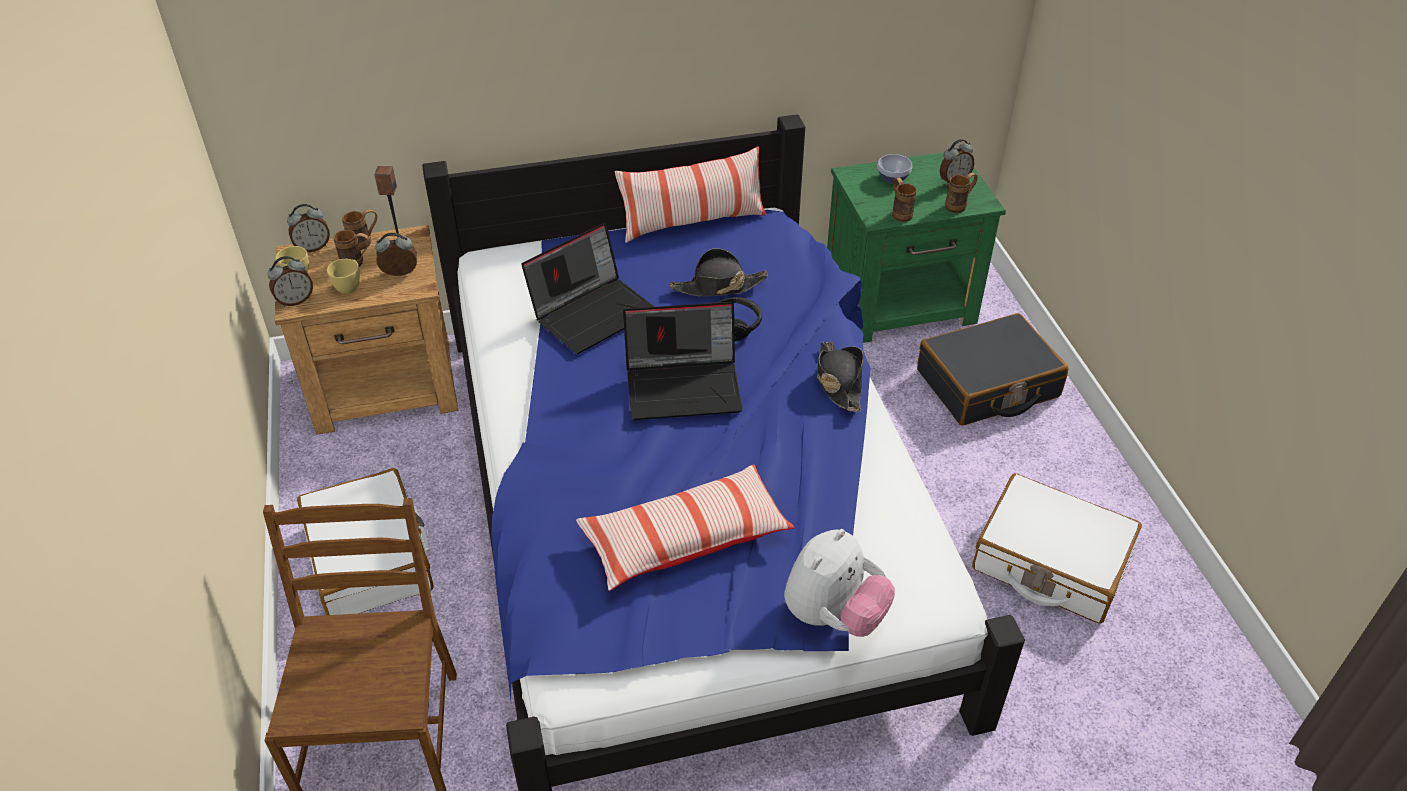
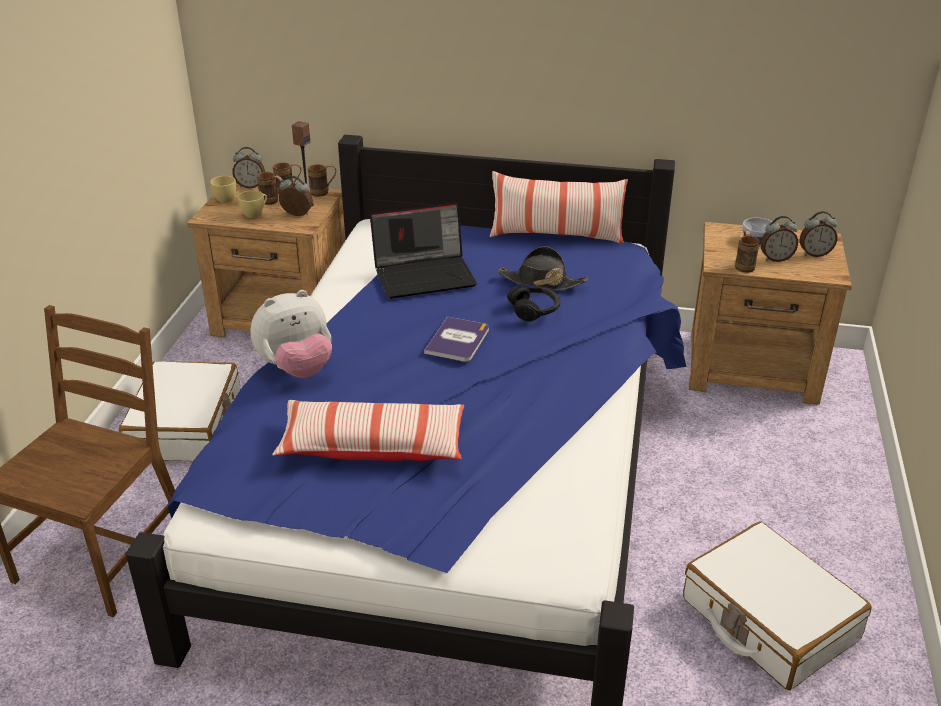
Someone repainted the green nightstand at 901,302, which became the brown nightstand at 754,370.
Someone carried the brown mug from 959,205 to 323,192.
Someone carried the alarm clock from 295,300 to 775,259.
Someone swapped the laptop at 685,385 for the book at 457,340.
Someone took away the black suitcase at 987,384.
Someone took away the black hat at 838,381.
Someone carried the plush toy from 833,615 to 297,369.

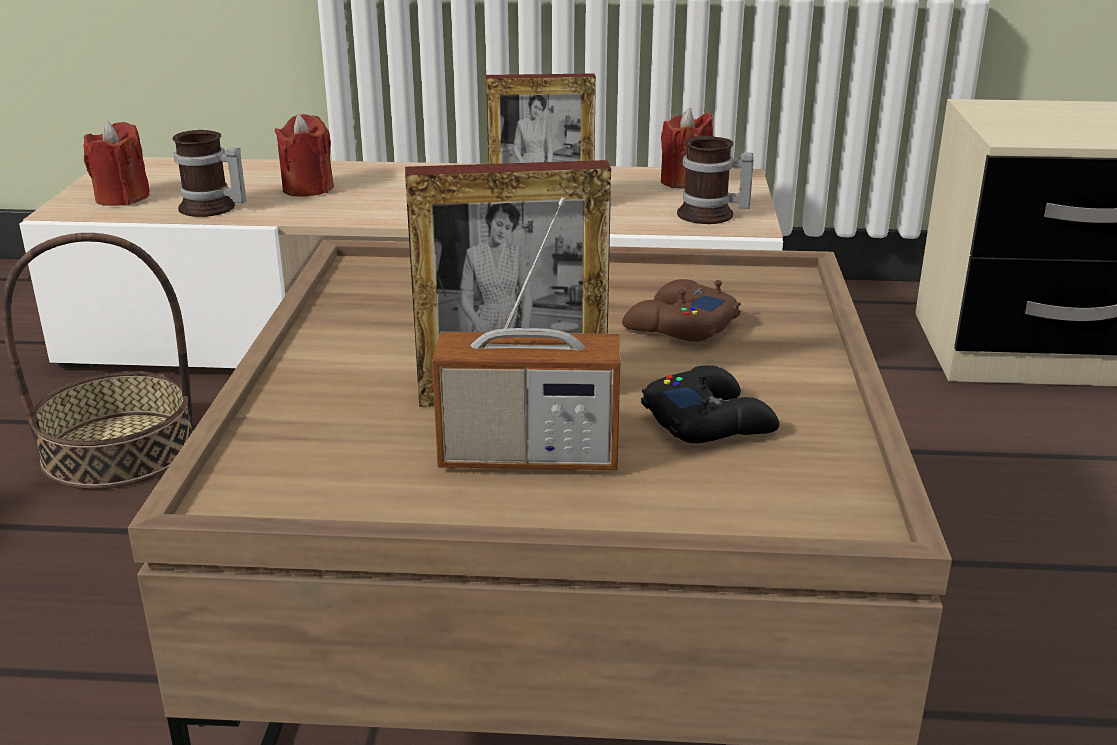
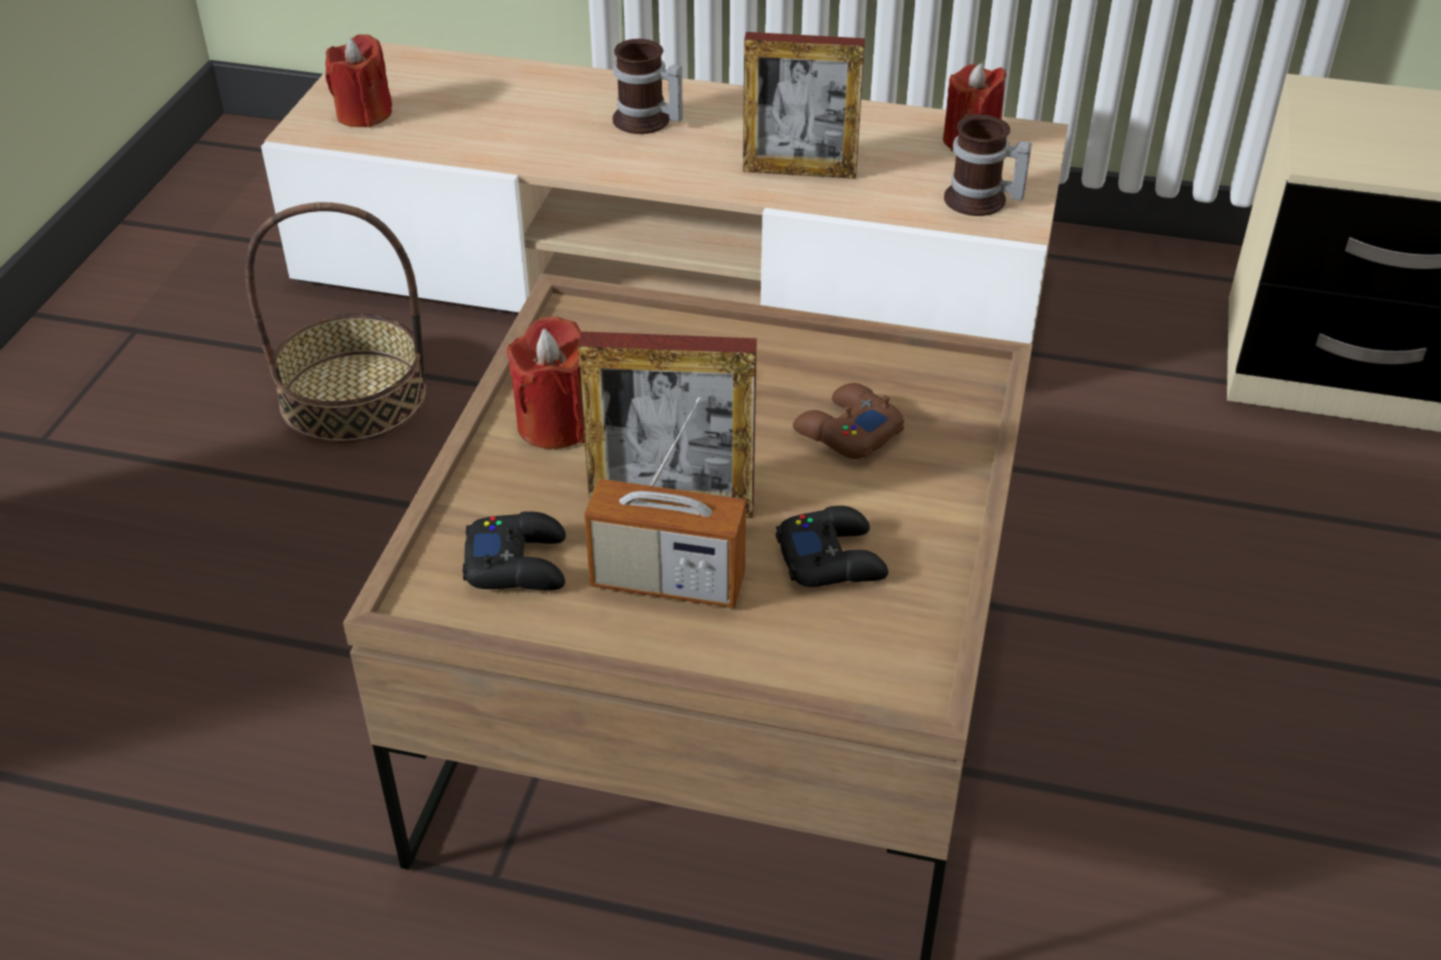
Someone carried the red candle from 308,189 to 556,424.
Someone carried the mug from 211,209 to 645,122.
Someone put down the black game controller at 518,563.

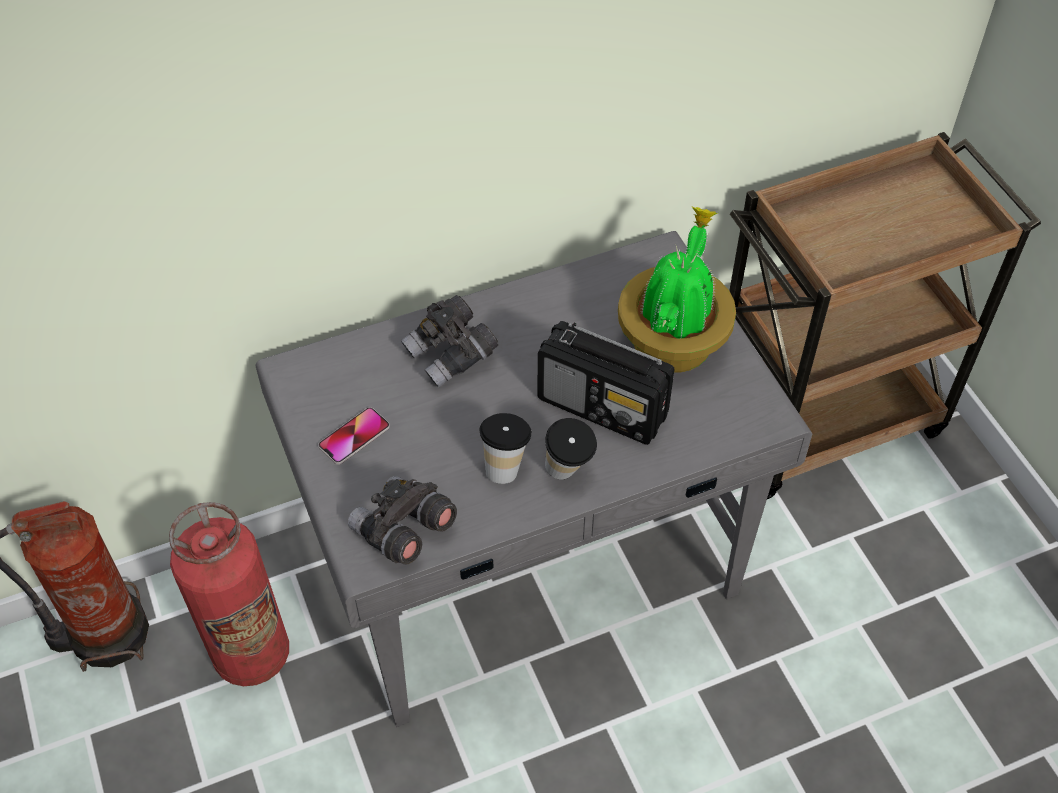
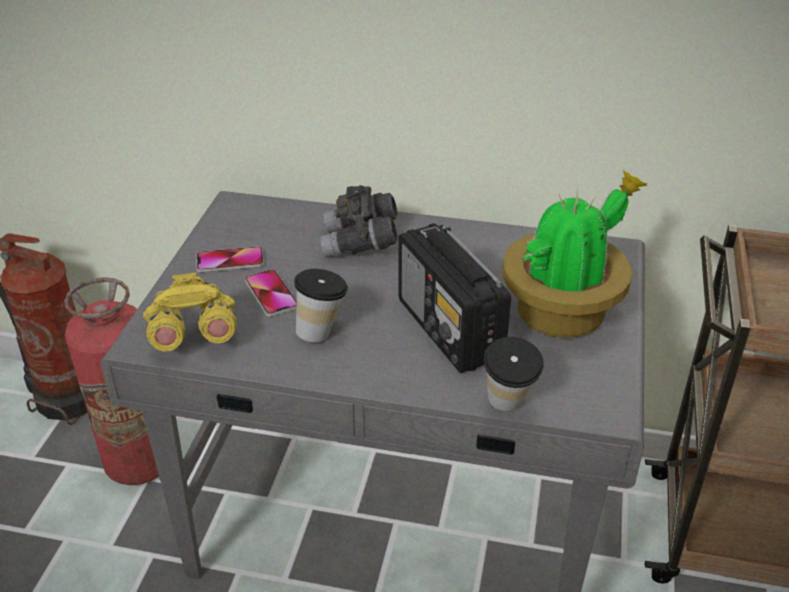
Someone carried the cup from 568,473 to 508,408.
Someone repainted the grey binoculars at 403,531, which became the yellow binoculars at 193,336.
Someone put down the phone at 271,294.

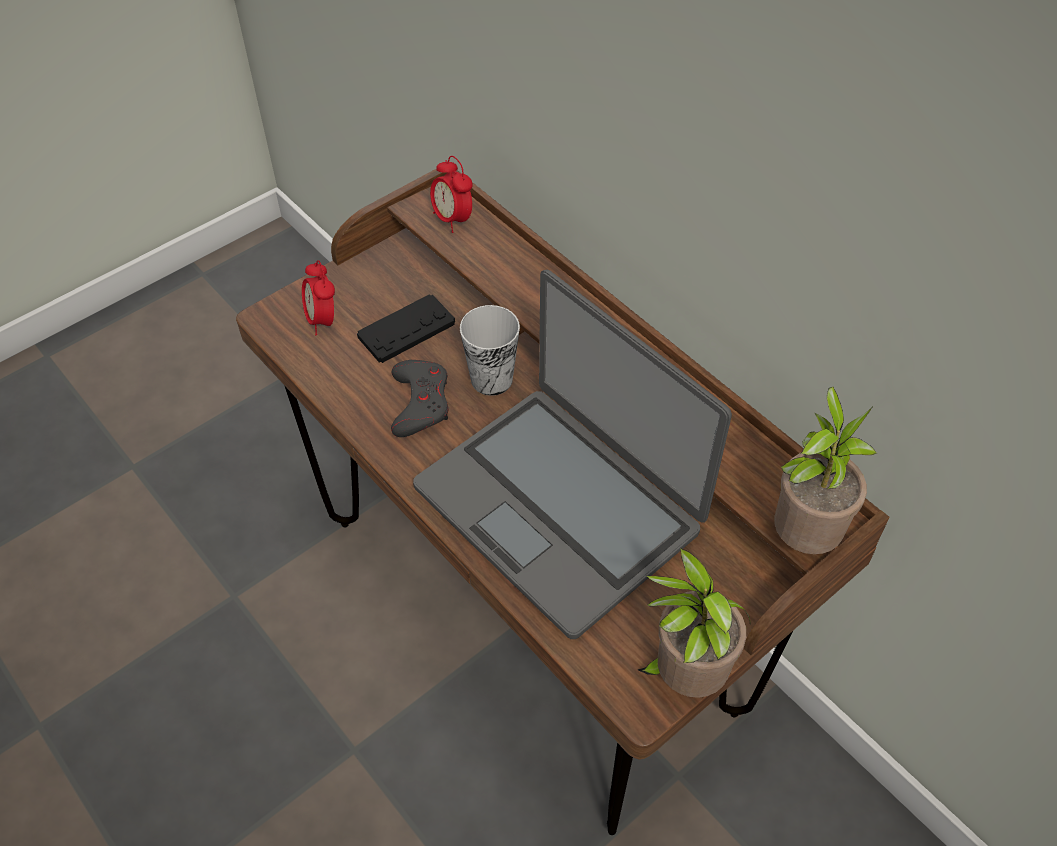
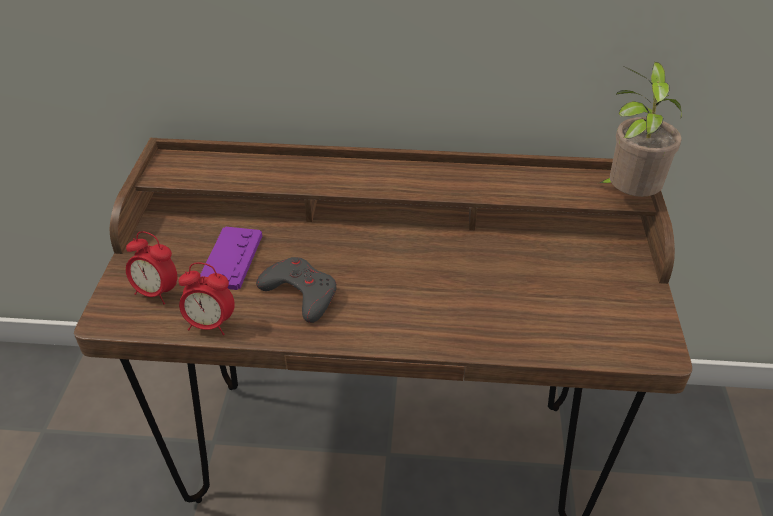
Someone carried the alarm clock from 452,219 to 210,324.
Someone took away the laptop at 559,507.
Someone repainted the black game controller at 406,330, which became the purple game controller at 231,259.
Someone took away the cup at 491,379.
Someone took away the potted plant at 684,676.

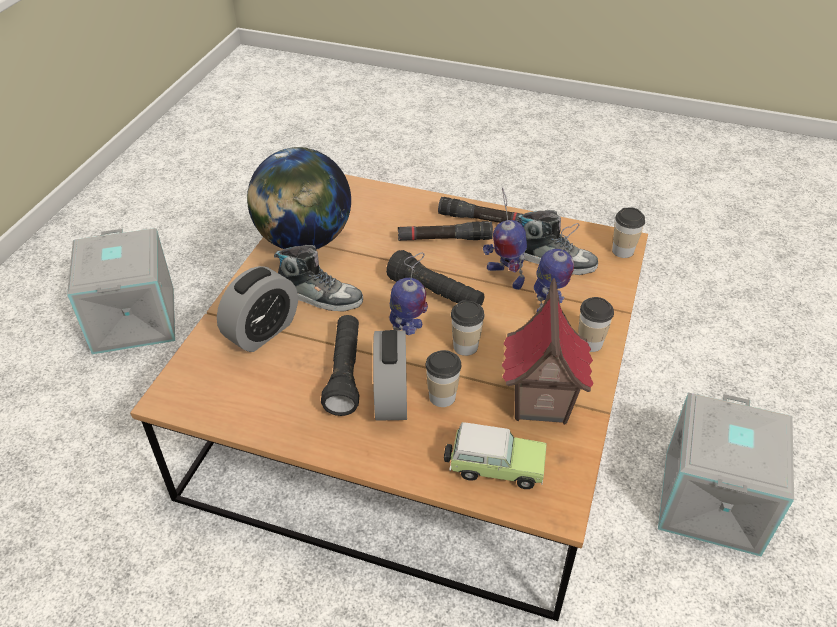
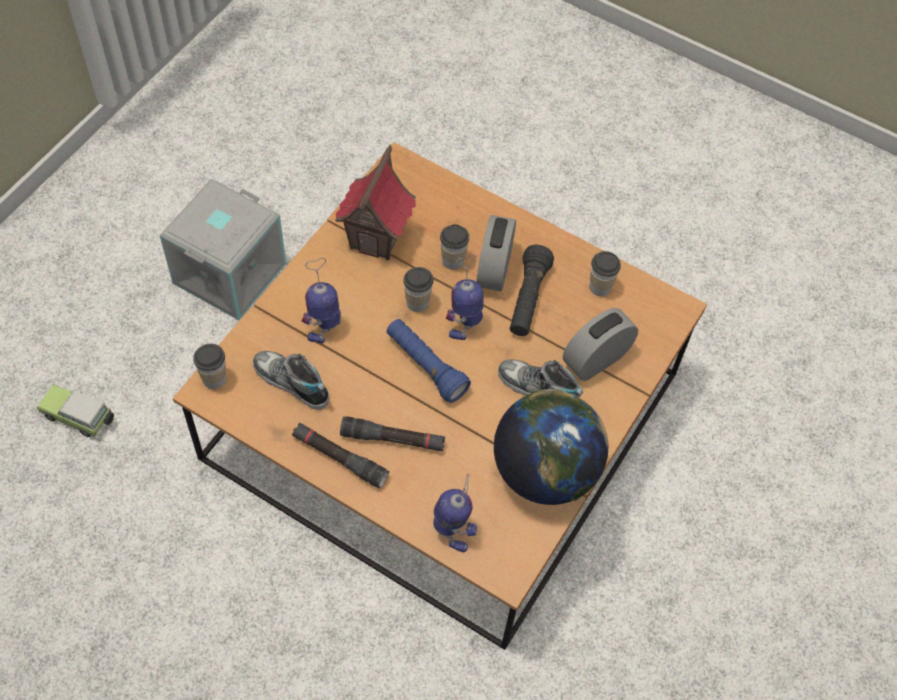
Someone carried the toy robot from 505,276 to 451,532.
Someone took away the grey storage box at 136,320.
Someone repainted the black flashlight at 435,294, which became the blue flashlight at 425,366.
Someone carried the cup from 590,343 to 600,287.
Someone carried the toy car from 493,467 to 80,418.

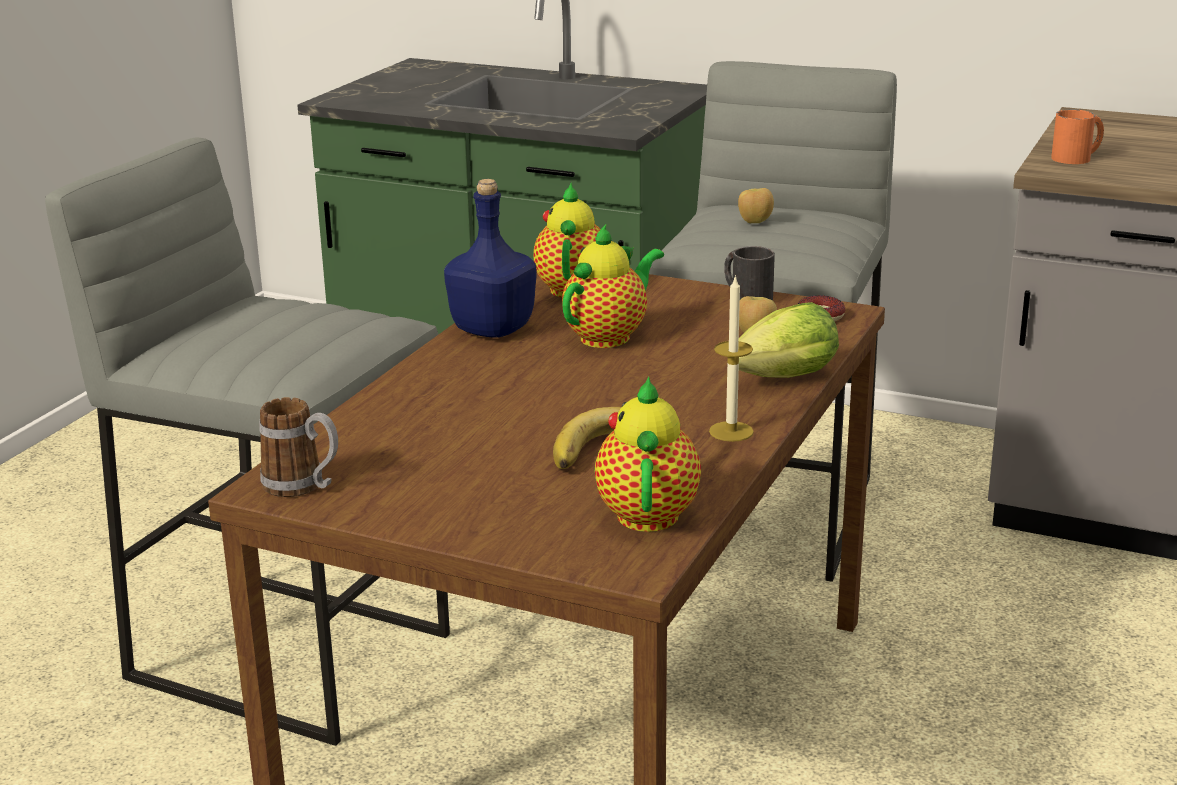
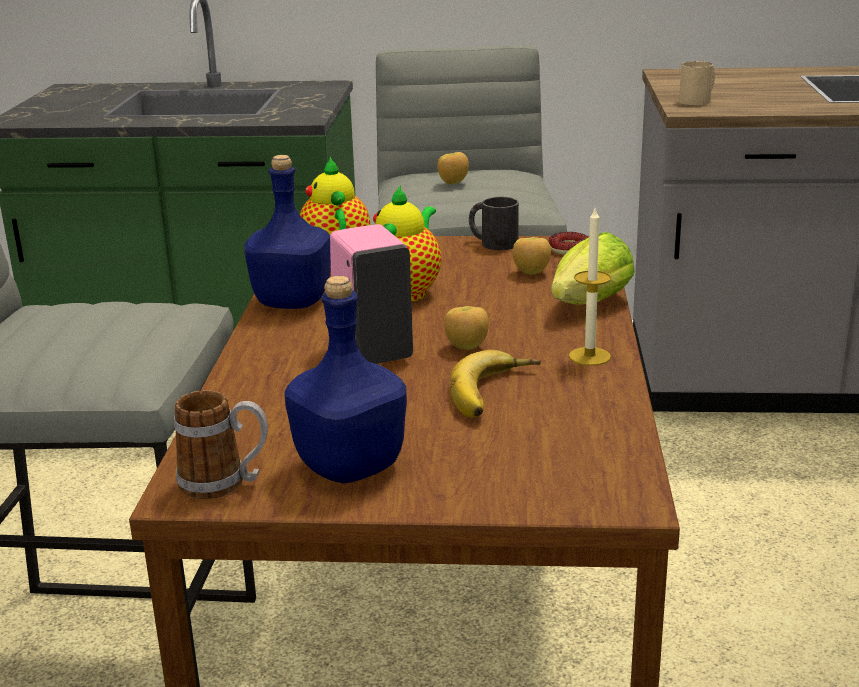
Someone repainted the orange mug at 1077,157, which became the beige mug at 698,100.
Someone took away the teapot at 648,511.
Someone put down the pink soap dispenser at 373,351.
Someone put down the blue bottle at 351,465.
Someone put down the apple at 466,347.

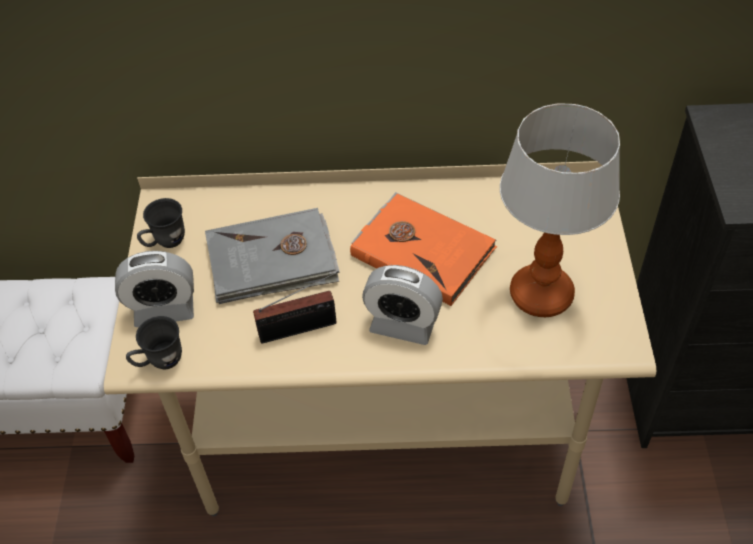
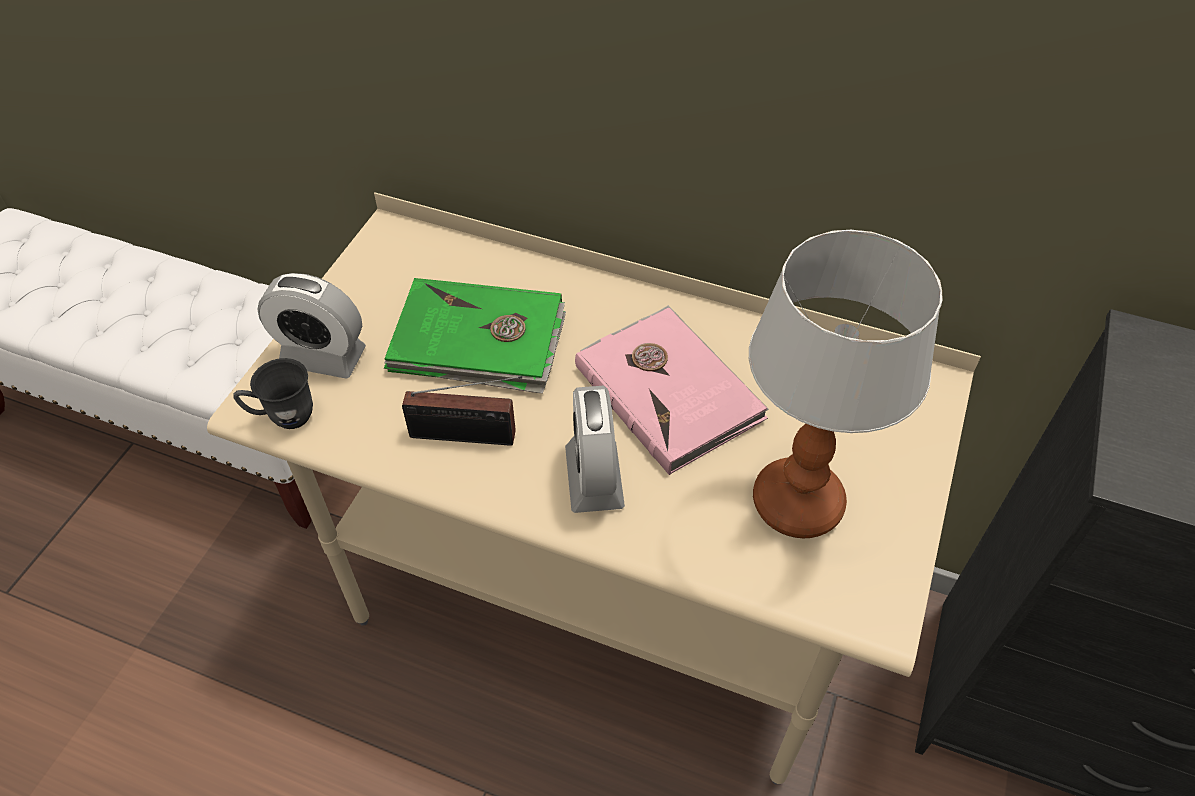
Someone repainted the orange book at 423,250, which became the pink book at 669,390.
Someone took away the grey mug at 165,242.
Someone repainted the grey book at 272,261, which became the green book at 478,341.
Someone rotated the alarm clock at 402,325 by 45 degrees clockwise.

